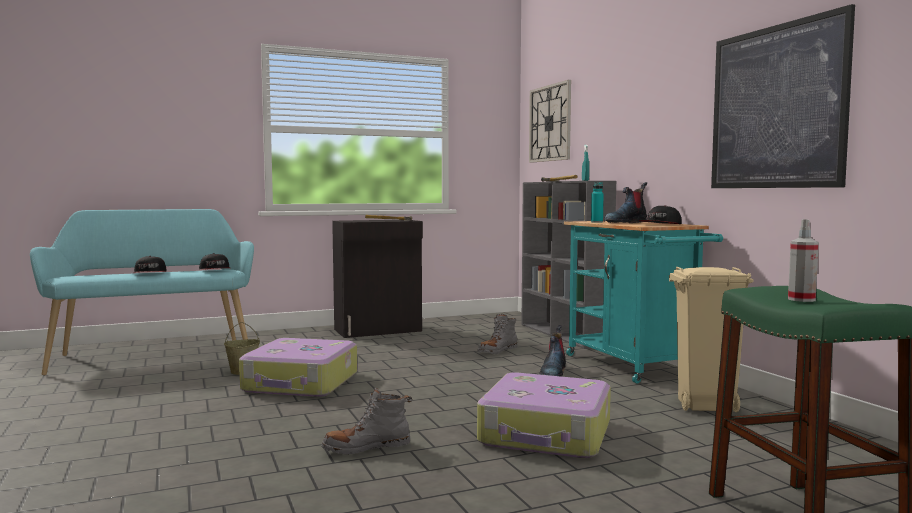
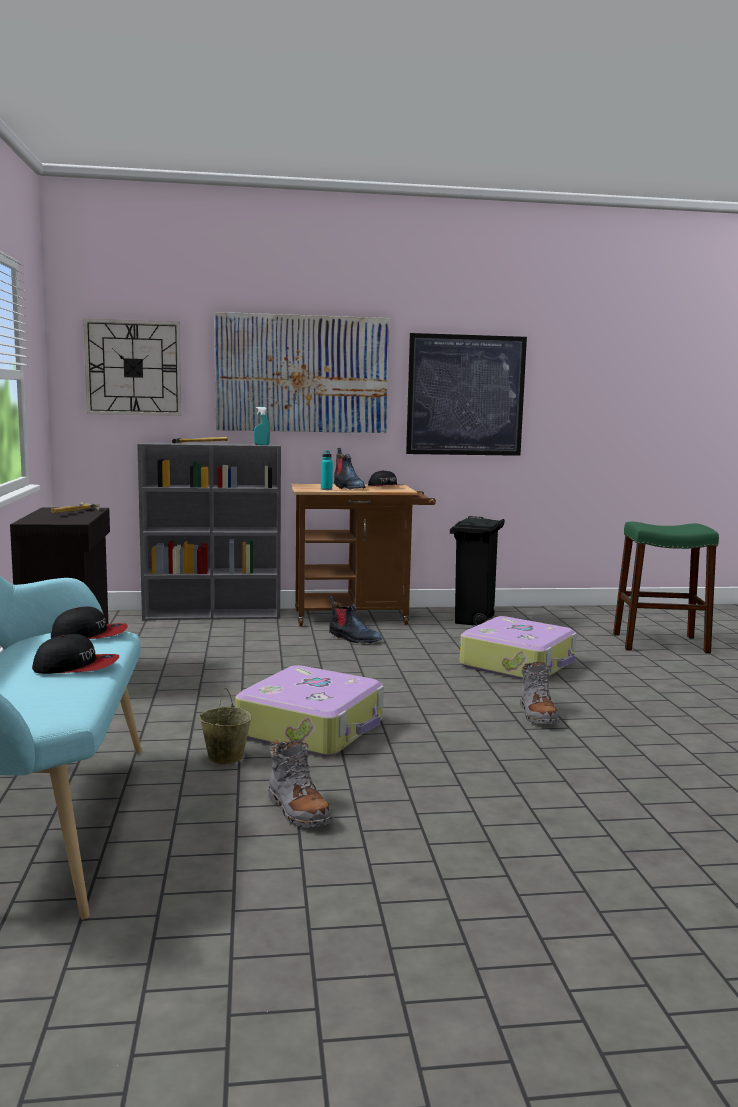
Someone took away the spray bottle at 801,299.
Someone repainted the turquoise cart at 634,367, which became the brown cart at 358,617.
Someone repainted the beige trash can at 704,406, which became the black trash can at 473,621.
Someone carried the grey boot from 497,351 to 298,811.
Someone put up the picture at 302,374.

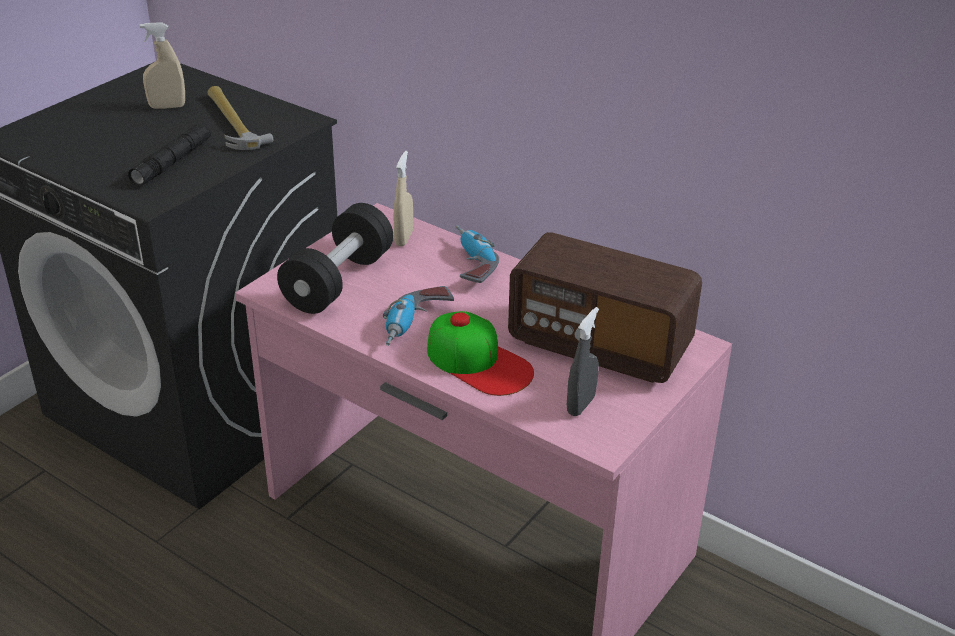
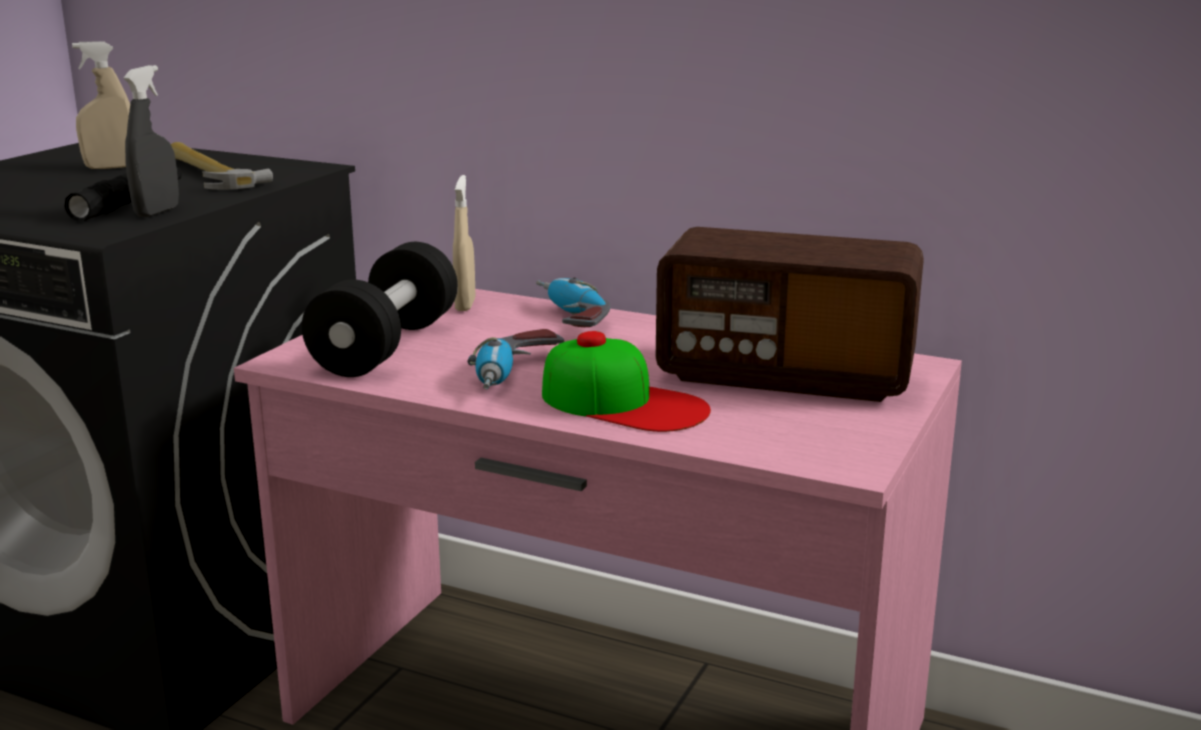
Someone carried the grey spray bottle from 580,405 to 157,212.

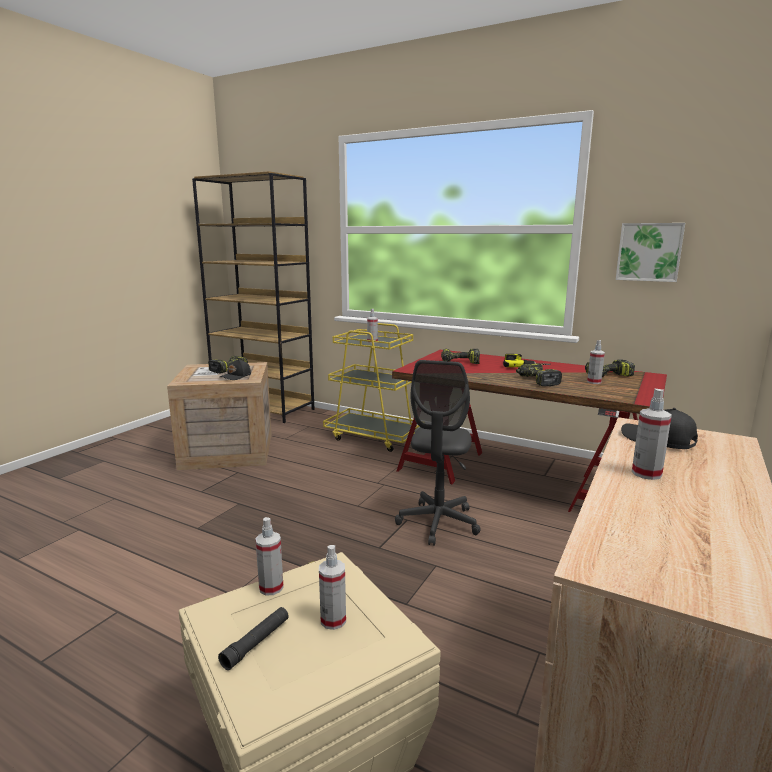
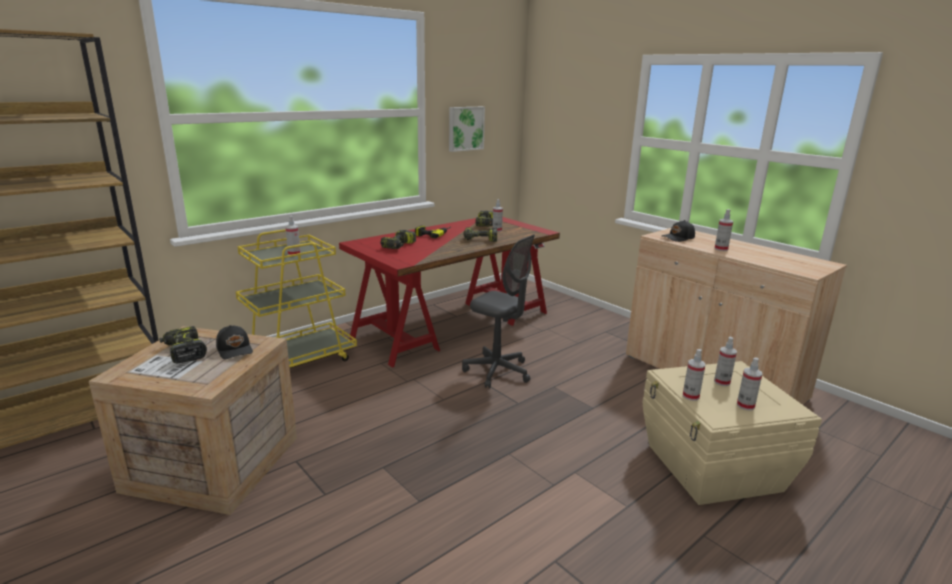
Someone swapped the black flashlight at 256,643 for the spray bottle at 745,406.

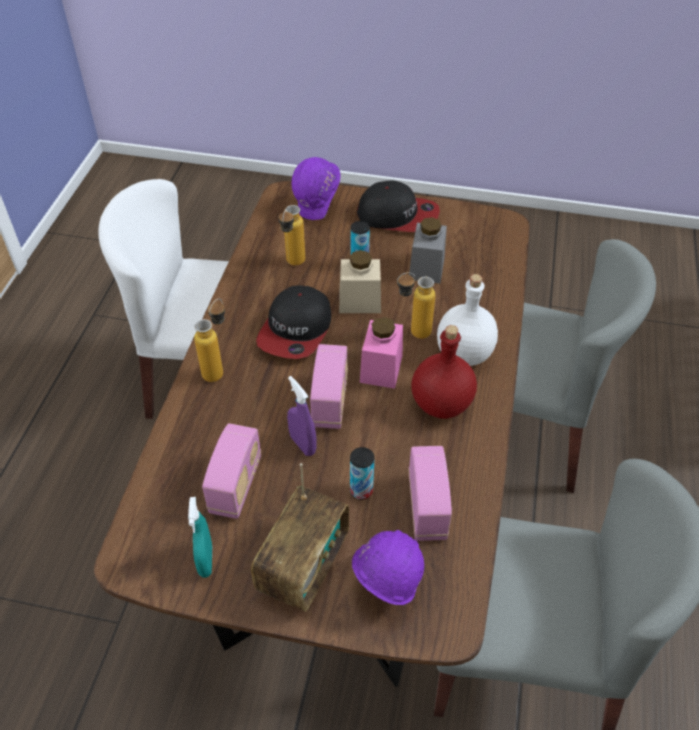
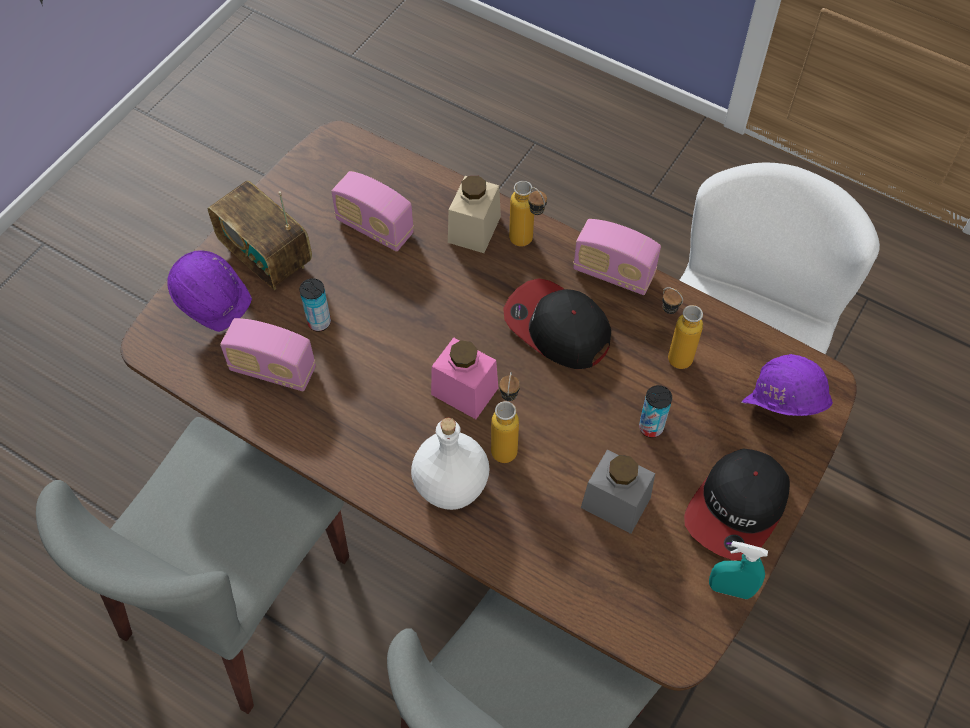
Someone carried the beige jar from 360,301 to 474,229.
Someone took away the red bottle at 442,404.
Someone carried the radio from 330,401 to 613,273.
Someone took away the purple spray bottle at 302,444.
Someone carried the turquoise spray bottle from 206,561 to 730,589.

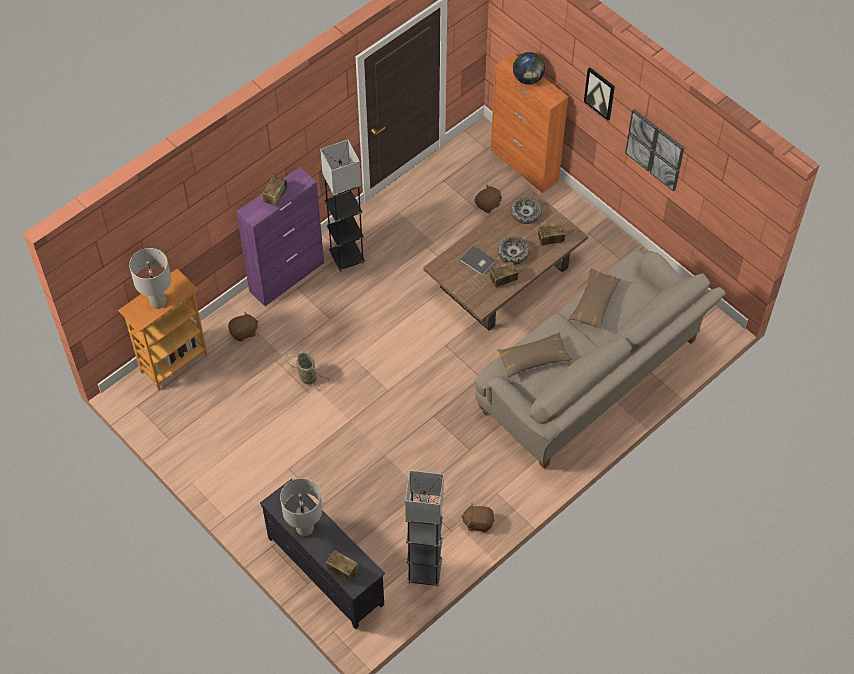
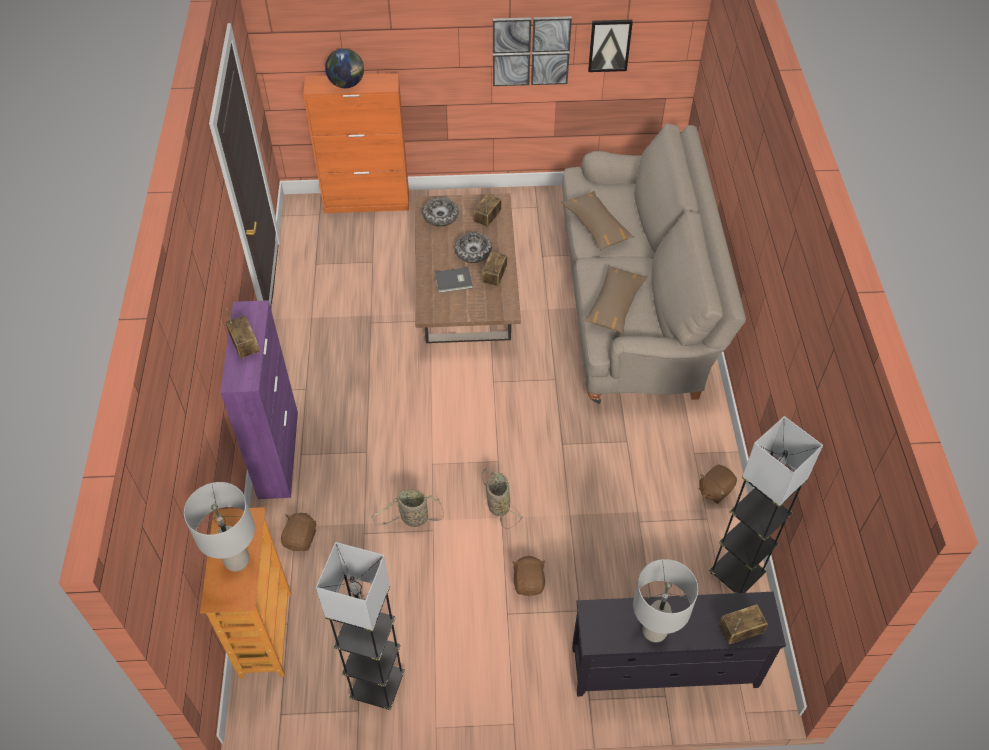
Someone carried the picture from 600,93 to 609,45.
Someone carried the grey floor lamp from 347,258 to 377,686.
Someone carried the brown plush toy from 488,205 to 529,582.
Someone put down the basket at 498,504.

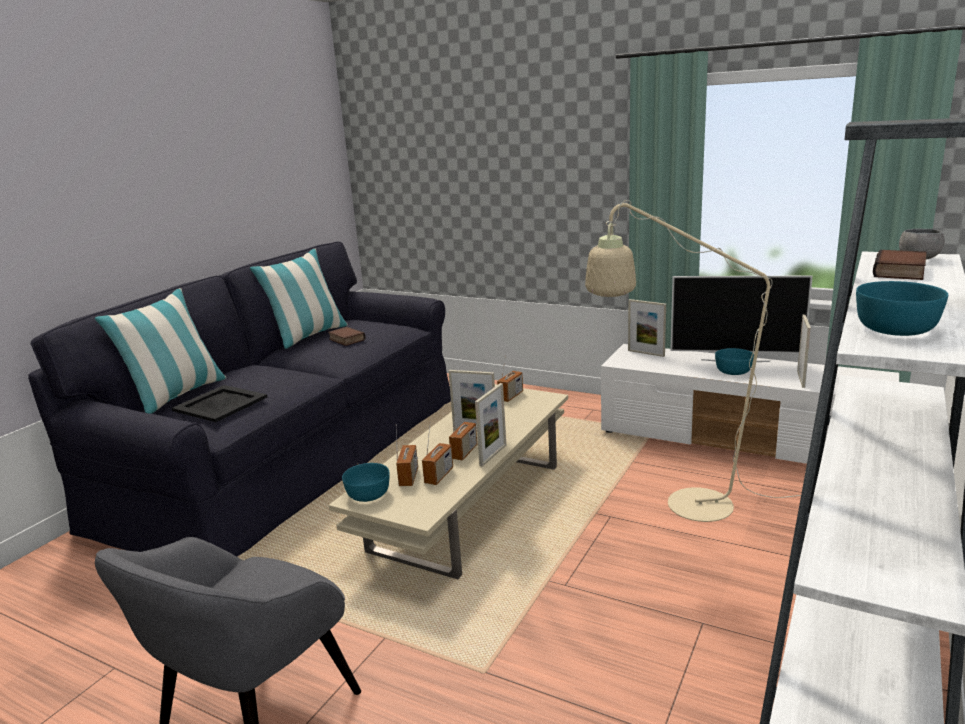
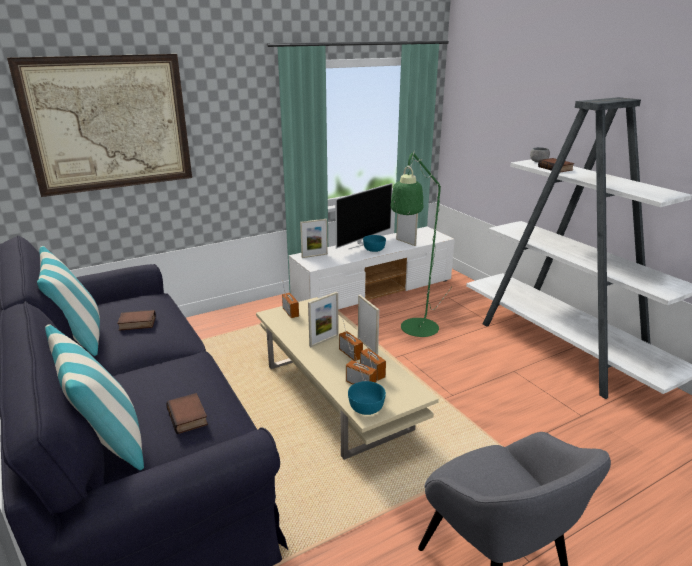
Someone repainted the beige floor lamp at 683,506, which became the green floor lamp at 416,332.
Someone took away the turquoise bowl at 897,329.
Someone swapped the black tray at 220,404 for the book at 189,417.
Someone put up the picture at 109,124.

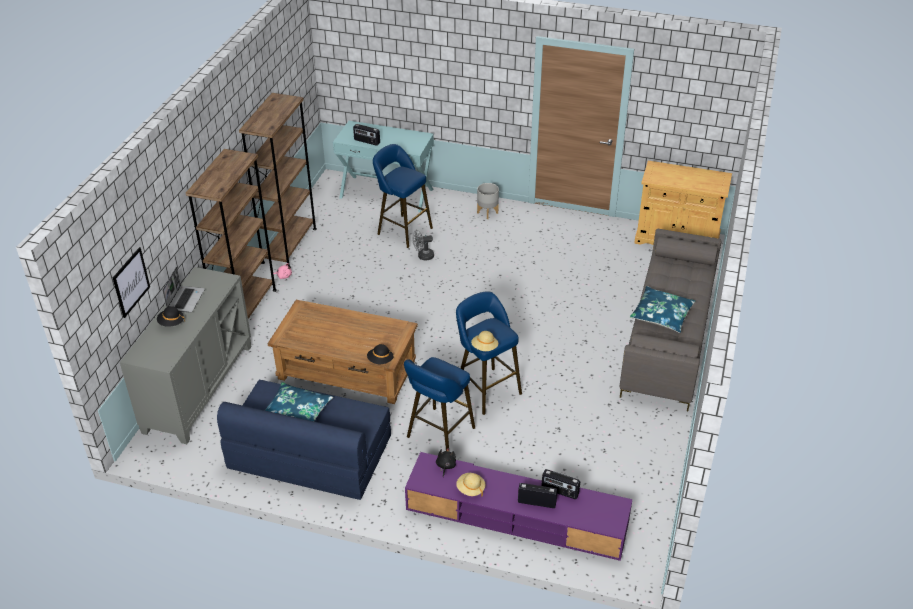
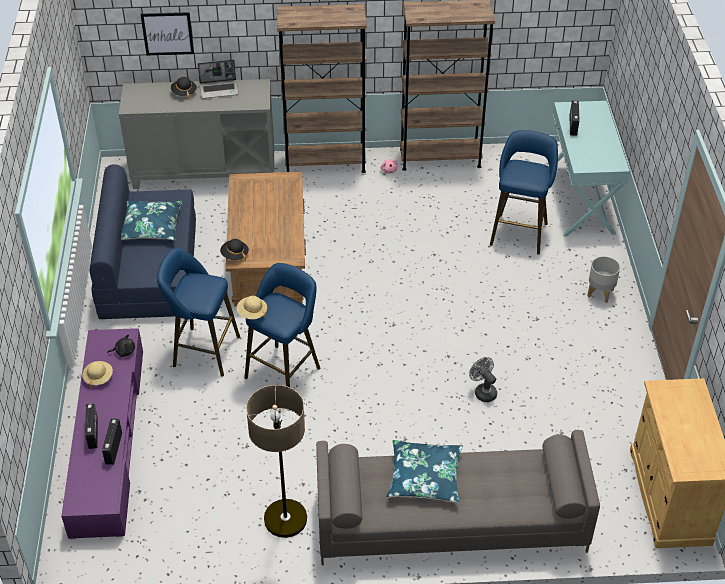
Someone carried the grey fan from 423,256 to 483,391.
Someone put down the floor lamp at 285,534.

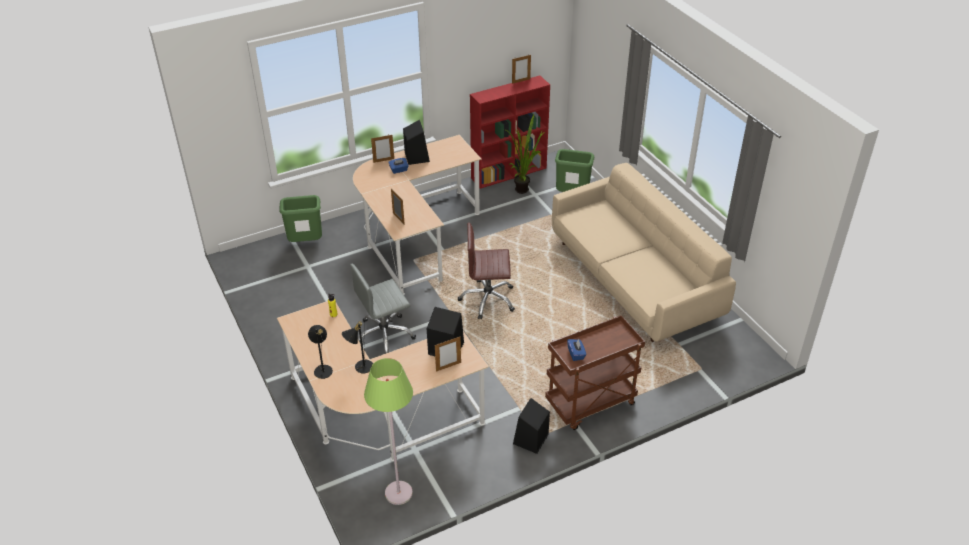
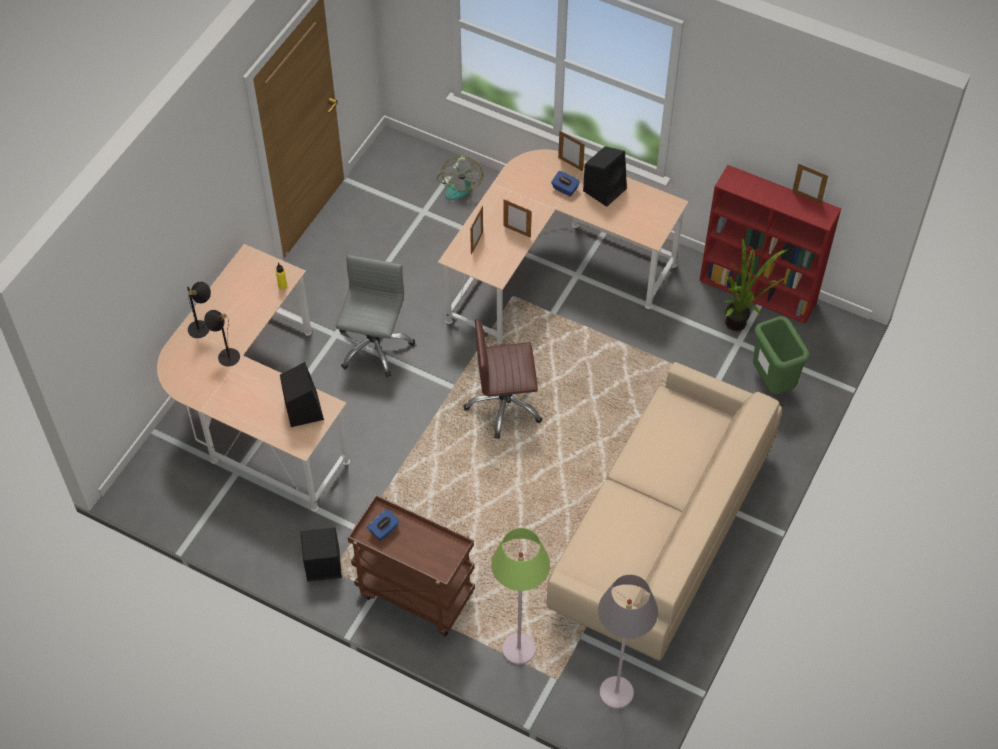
Someone swapped the green trash can at 306,243 for the fan at 459,184.
Someone rotated the brown office chair at 488,300 by 60 degrees counterclockwise.
Someone rotated the grey office chair at 384,335 by 75 degrees clockwise.
Someone carried the picture frame from 448,366 to 517,231.
Someone carried the green floor lamp from 398,493 to 518,649.
Someone put down the grey floor lamp at 616,693.

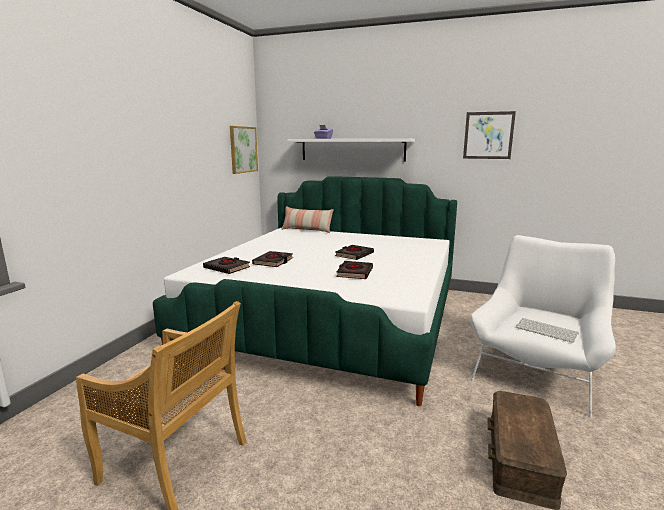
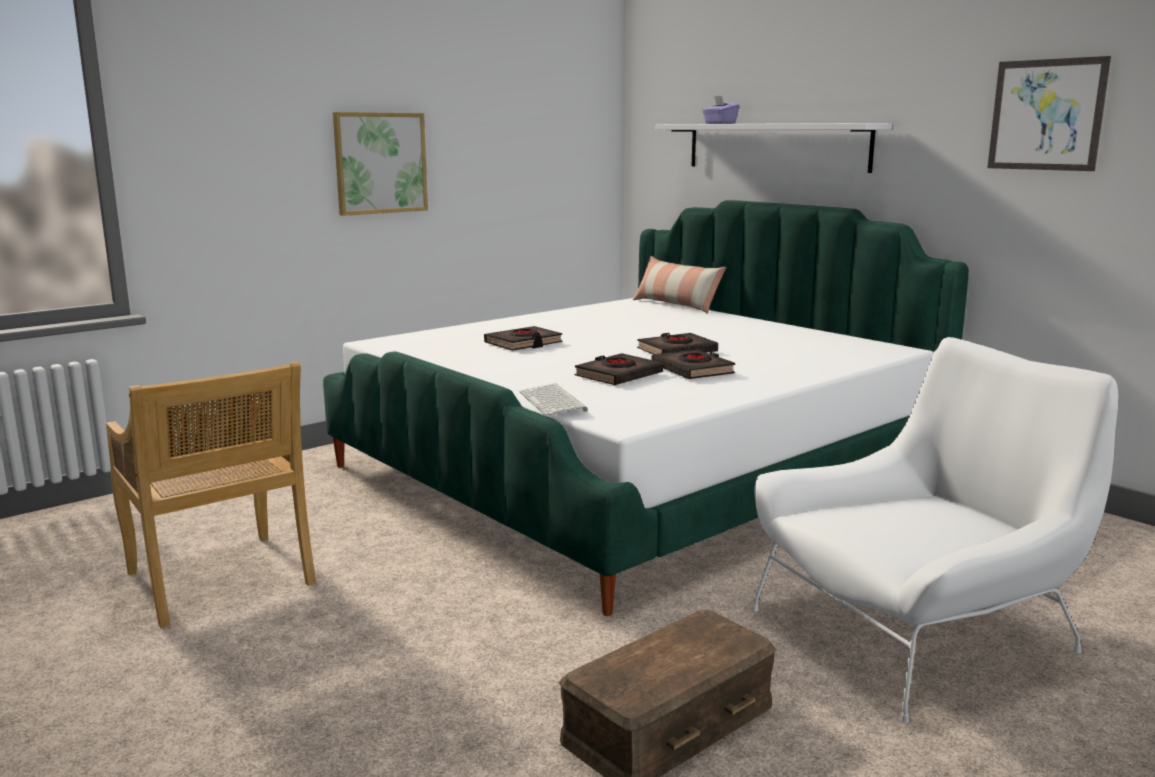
Someone carried the picture from 243,149 to 380,163.
Someone carried the black book from 227,268 to 692,370.
Someone carried the keyboard from 547,330 to 554,401.

